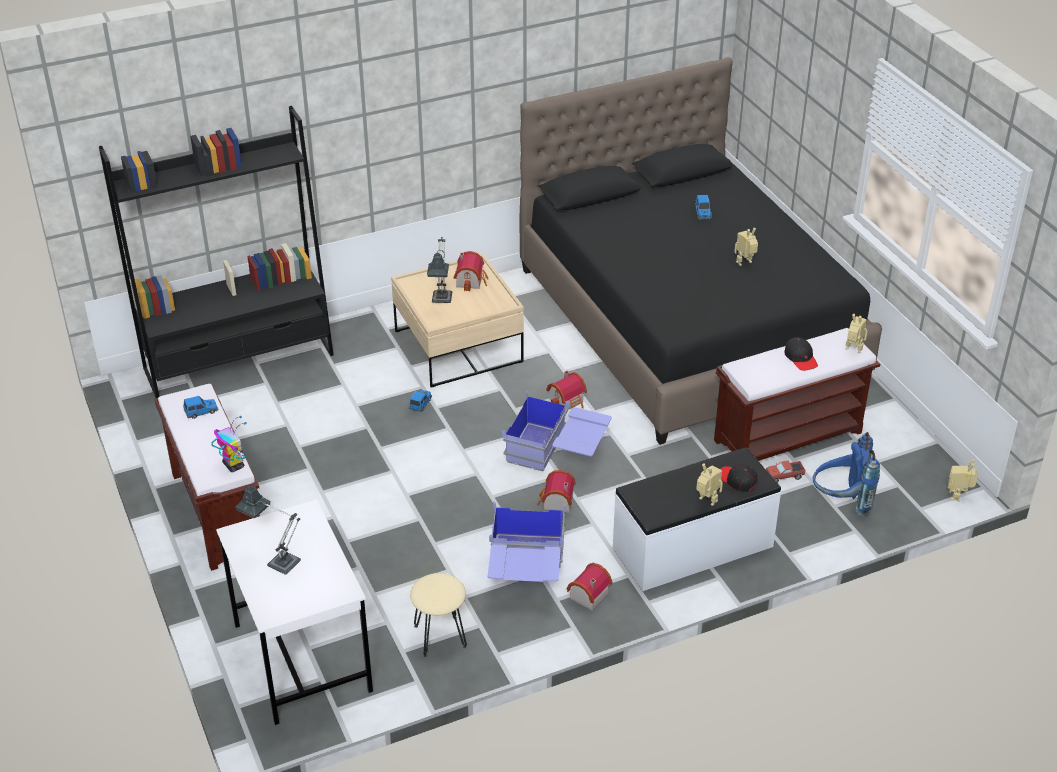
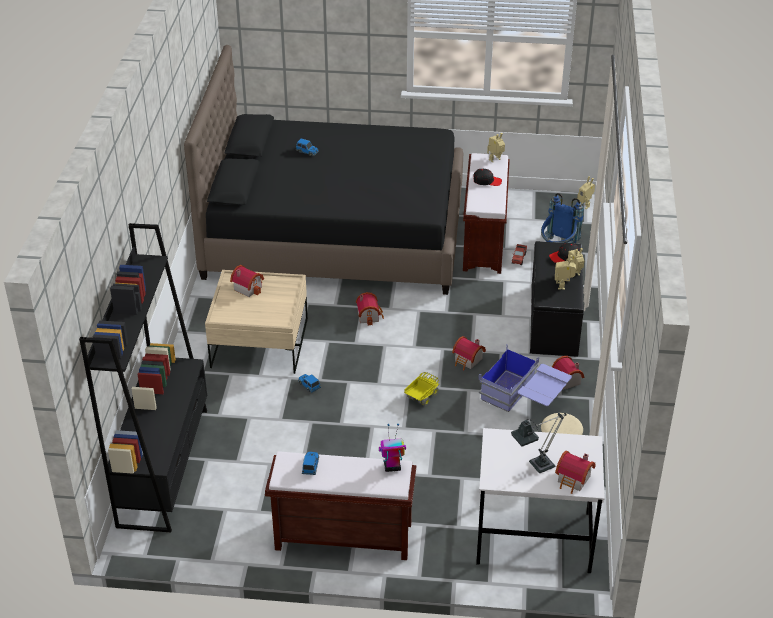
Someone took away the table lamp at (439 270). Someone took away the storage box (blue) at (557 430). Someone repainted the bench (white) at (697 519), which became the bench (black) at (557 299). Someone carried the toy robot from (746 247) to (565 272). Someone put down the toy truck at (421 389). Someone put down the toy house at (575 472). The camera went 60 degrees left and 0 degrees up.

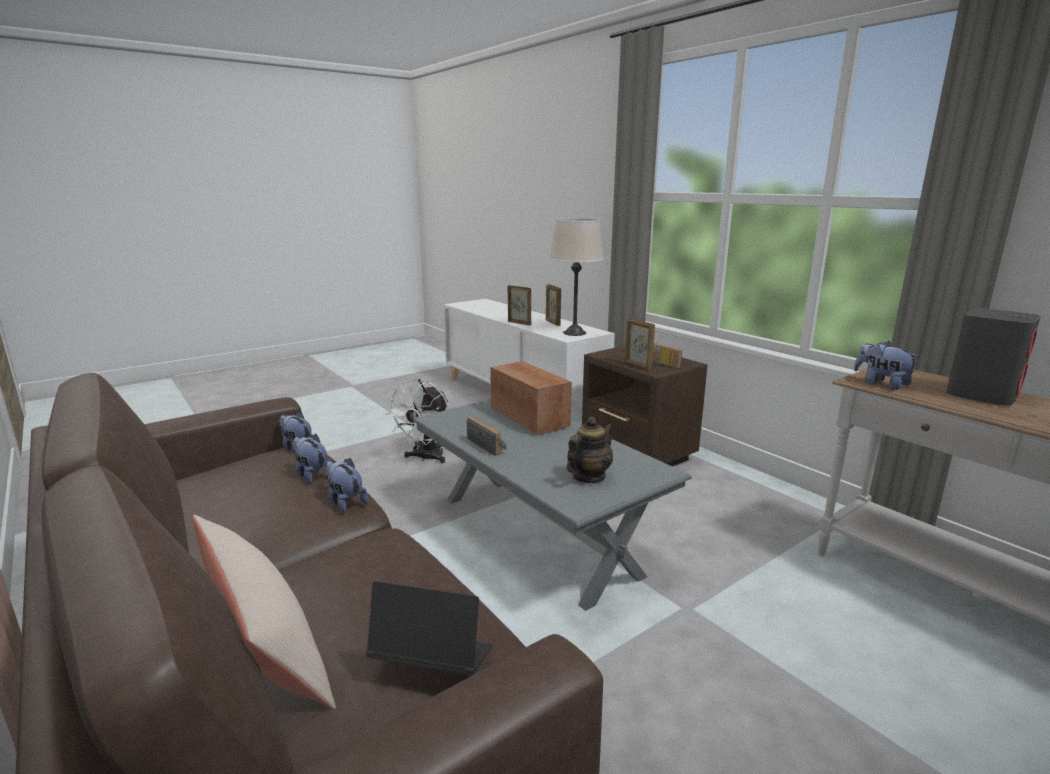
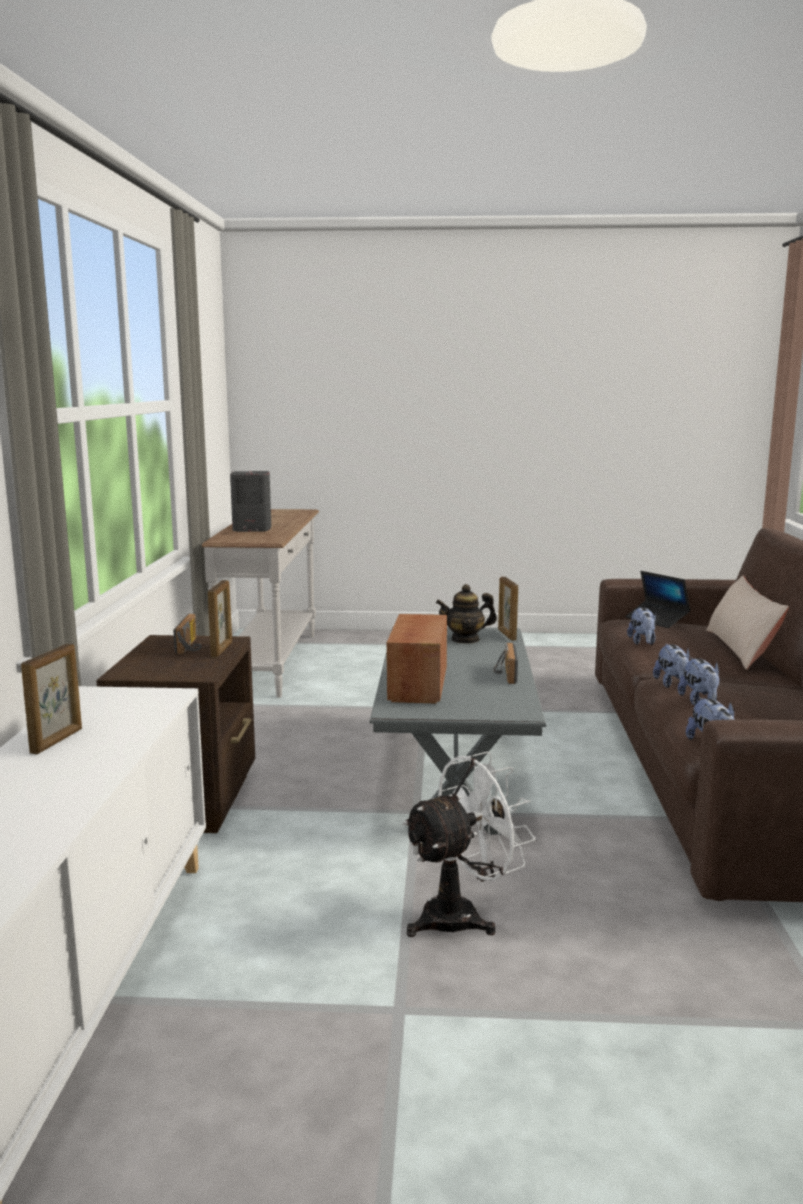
Someone carried the picture frame from (519 305) to (508 609). Someone took away the table lamp (beige) at (577 277). Someone carried the plush toy from (887 365) to (641 626). The camera went 140 degrees left and 5 degrees down.

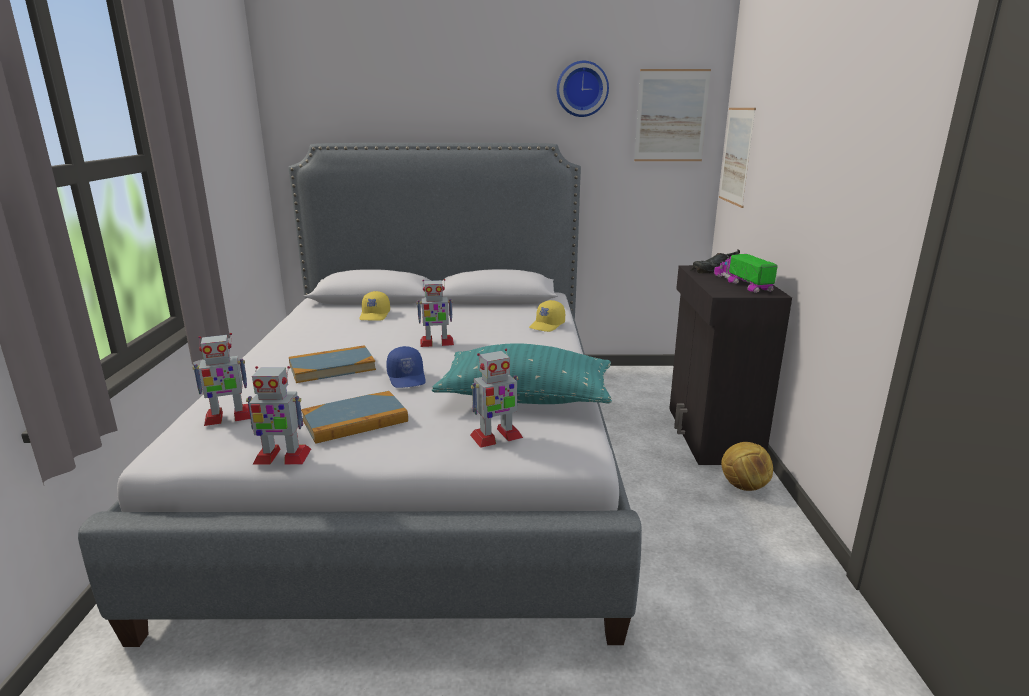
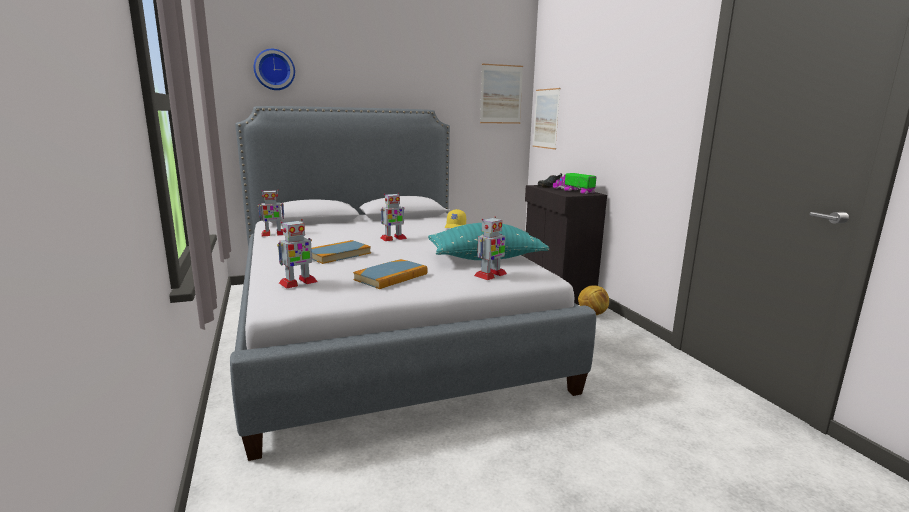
Someone carried the toy robot from (278 415) to (271 212). Someone took away the cap (yellow) at (375 306). Someone took away the cap (blue) at (406 367). Someone carried the wall clock from (583 89) to (274 69). The camera went 20 degrees left and 5 degrees down.

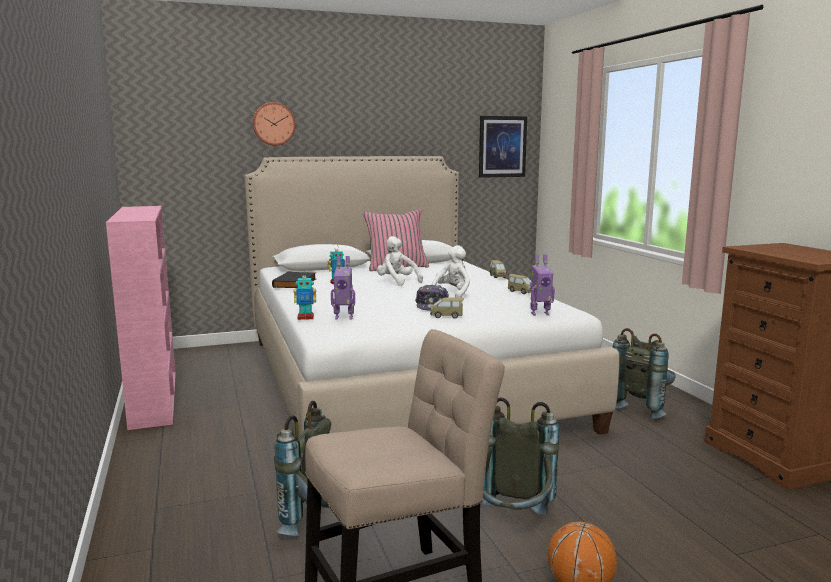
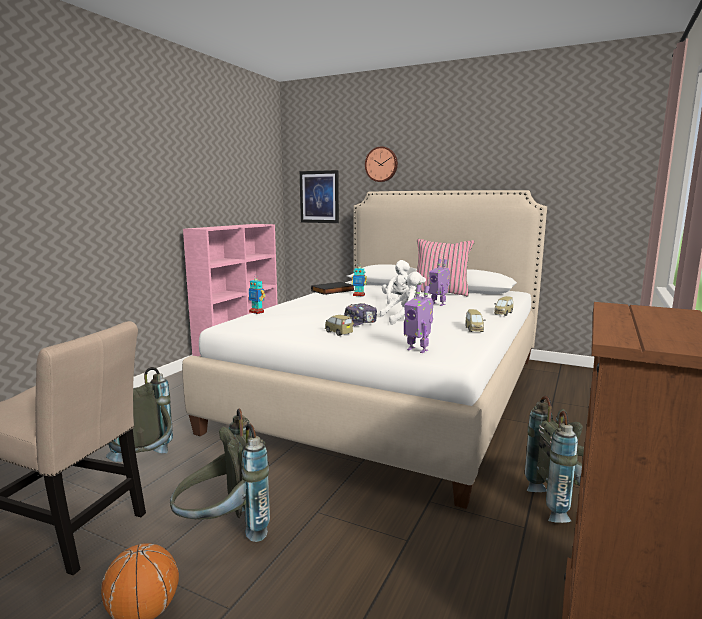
Someone carried the toy robot from (343 287) to (439 282). Someone carried the picture from (503 147) to (319 196). The camera went 45 degrees right and 0 degrees up.

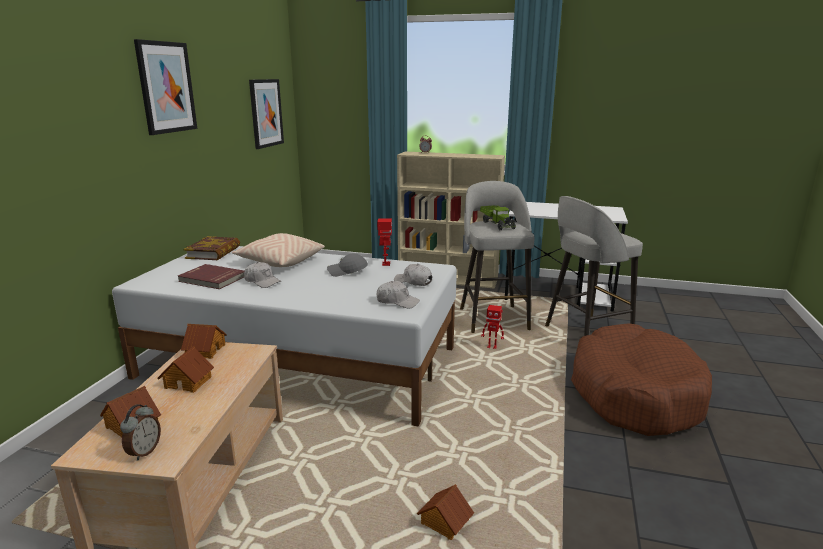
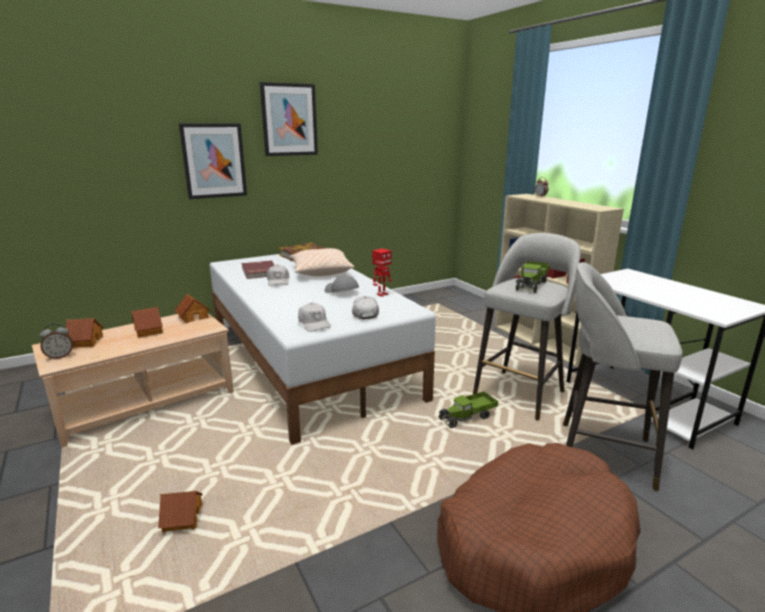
Someone carried the picture from (266 114) to (213 161). Someone swapped the toy robot at (492 327) for the toy truck at (468 409). The camera went 45 degrees right and 0 degrees up.

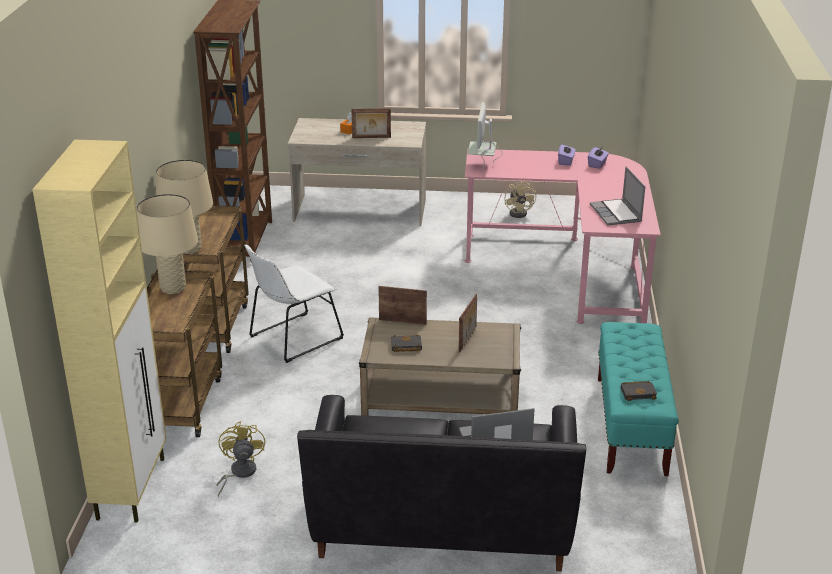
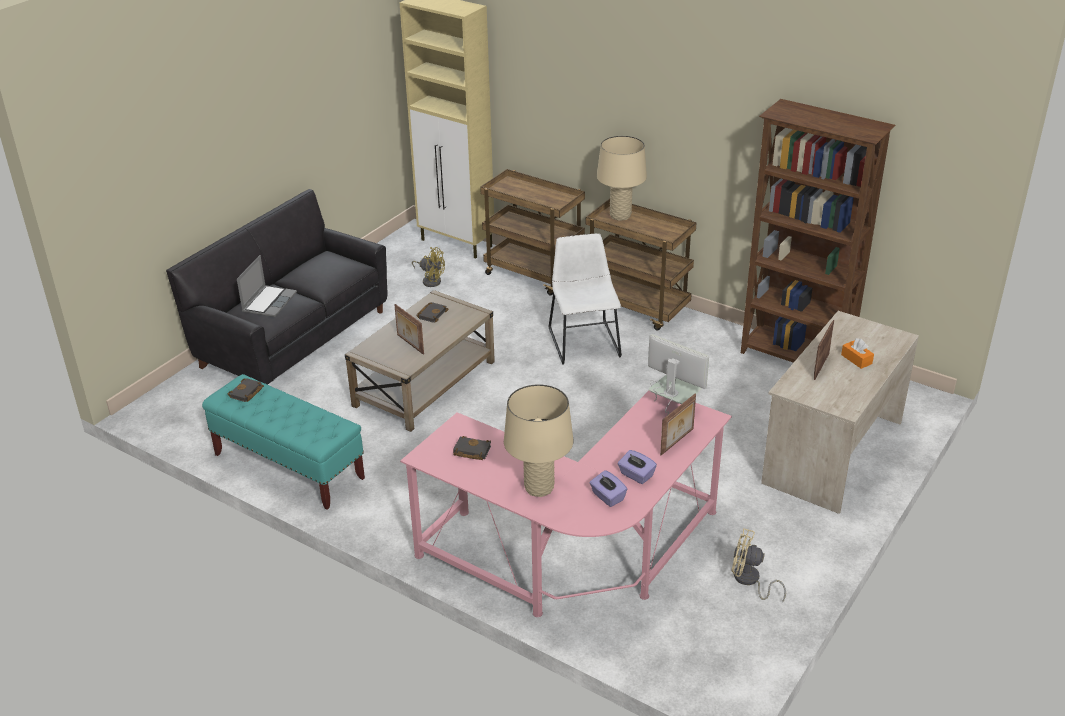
Someone carried the table lamp (beige) from (167 244) to (538 440). Someone carried the picture frame from (402 305) to (678 424). Someone swapped the laptop at (617 196) for the book (black) at (472 448). The camera went 120 degrees right and 5 degrees up.

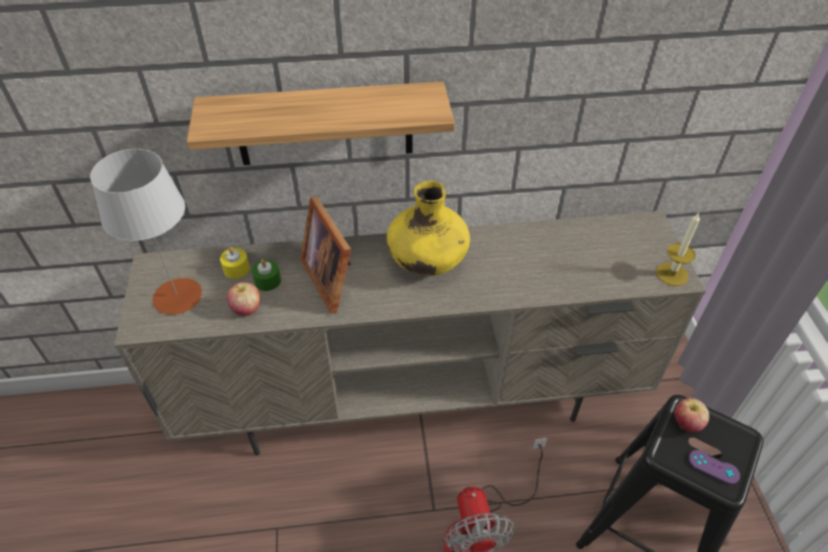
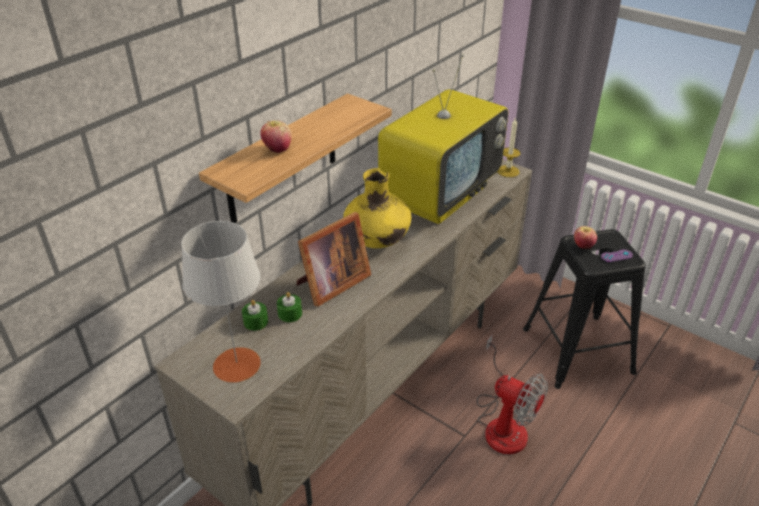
Someone repainted the candle (yellow) at (235 263), which became the candle (green) at (255 315). Someone carried the apple from (243 299) to (276 136). Someone rotated the picture frame at (325 255) by 60 degrees counterclockwise. Someone put down the television at (443 139). The camera went 45 degrees left and 10 degrees down.

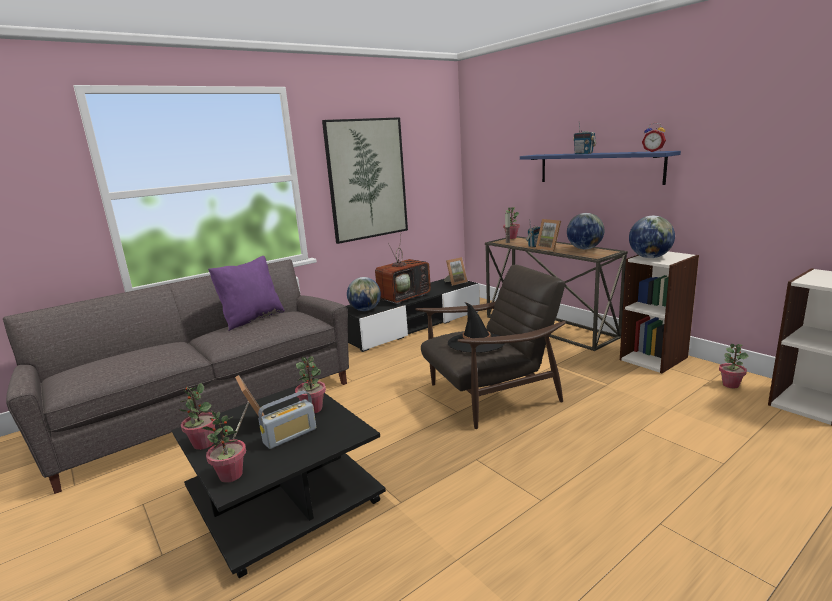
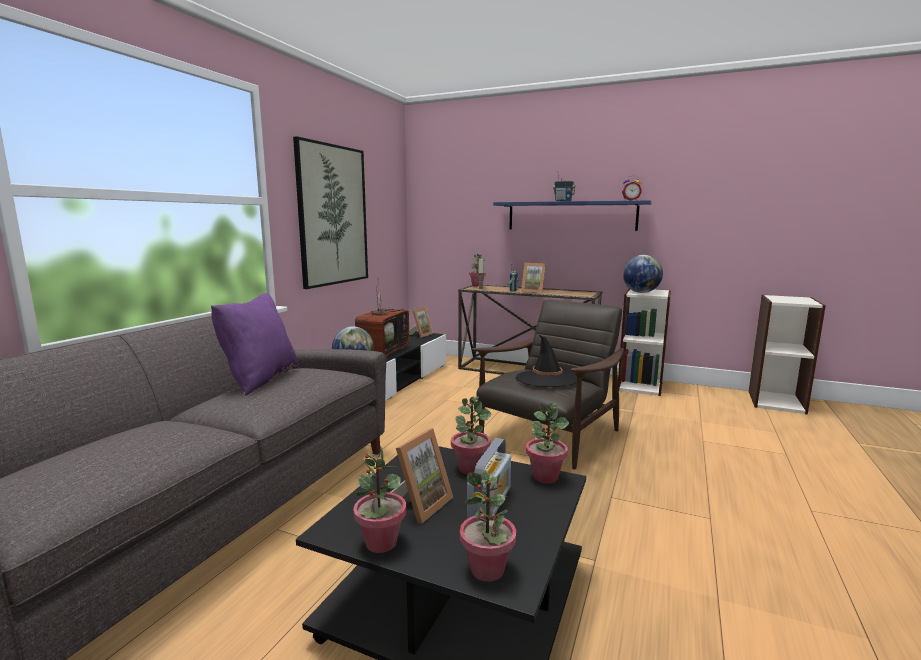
Someone rotated the picture frame at (248 407) by 90 degrees clockwise. Someone took away the globe at (585 231). Someone carried the potted plant from (734 366) to (547 443). The camera went 30 degrees left and 5 degrees down.

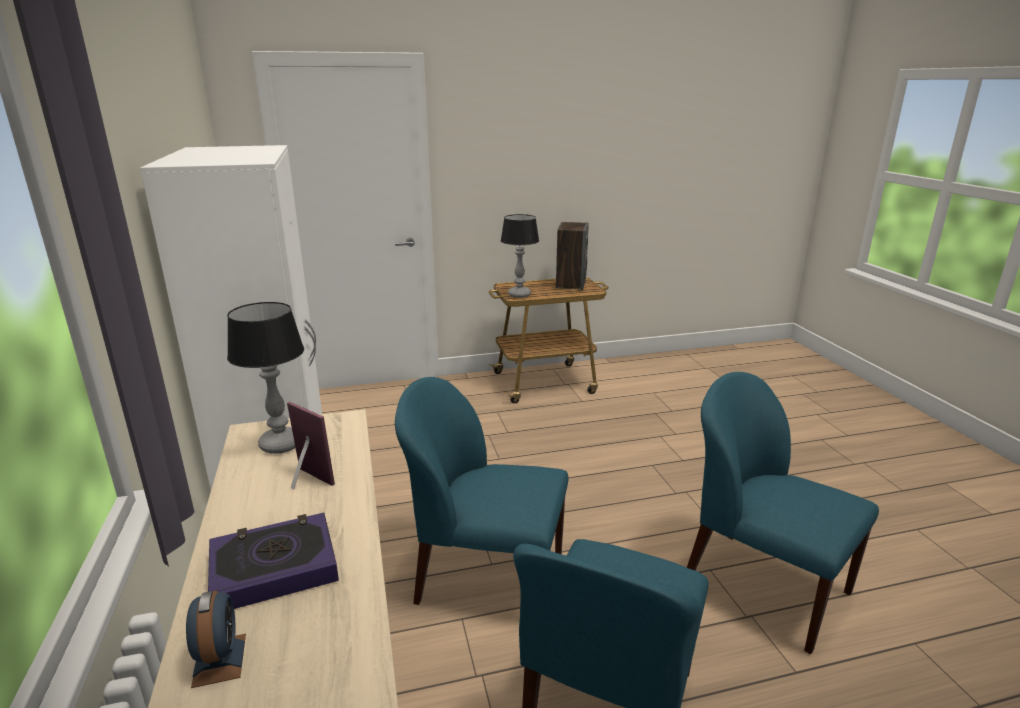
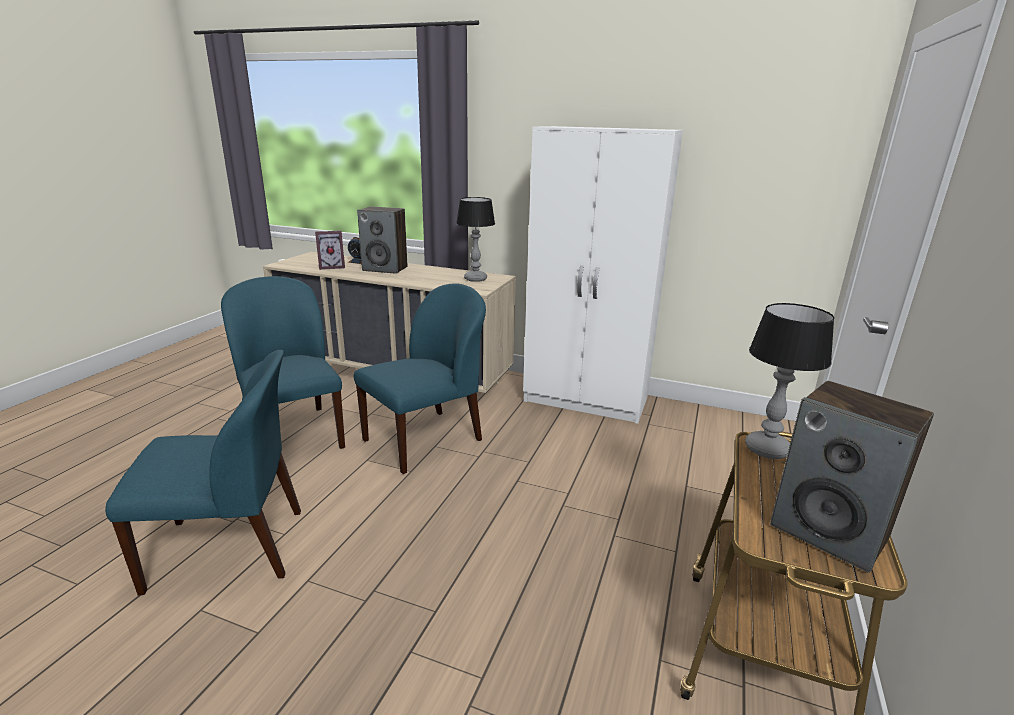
Someone swapped the book at (273 561) for the speaker at (382 240). Someone carried the picture frame from (311 445) to (330 250). The camera went 125 degrees right and 0 degrees up.

